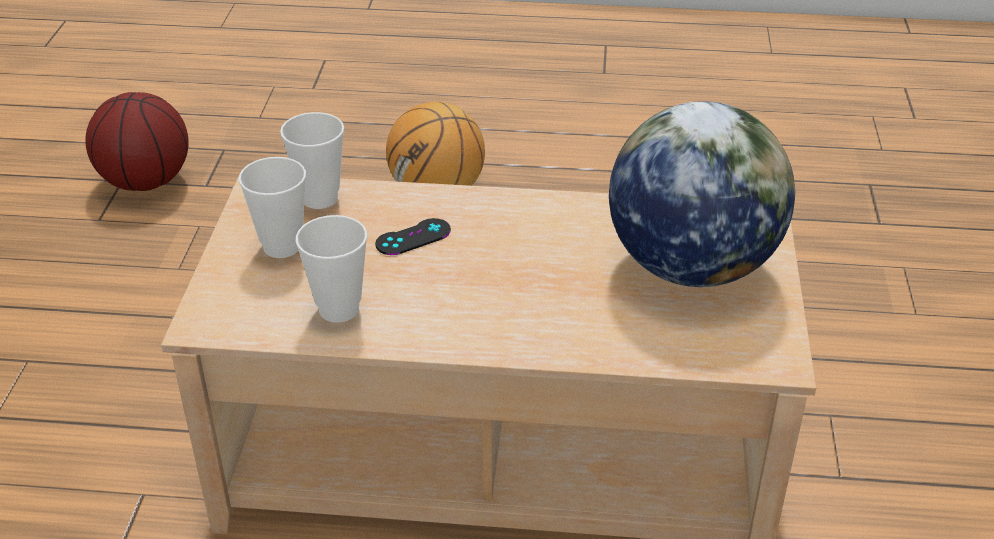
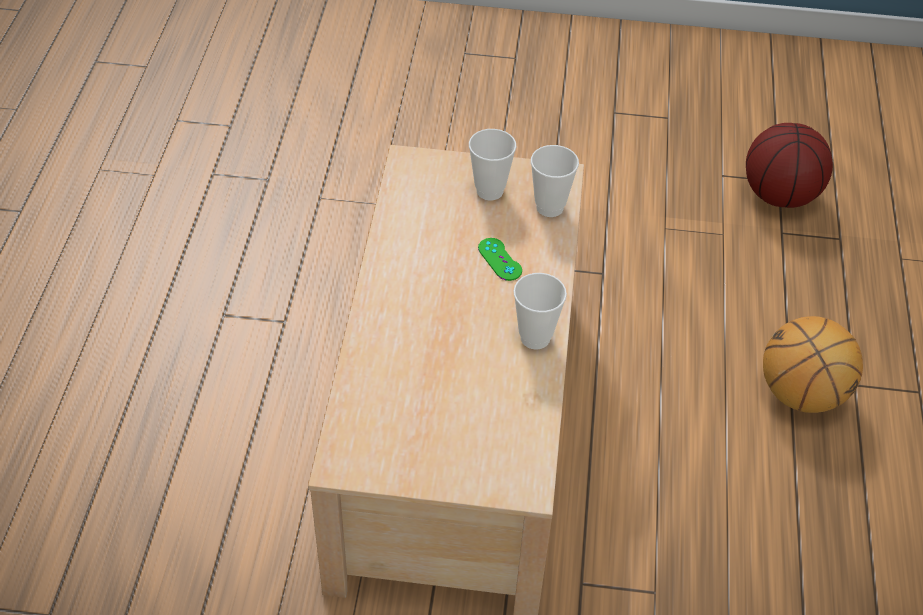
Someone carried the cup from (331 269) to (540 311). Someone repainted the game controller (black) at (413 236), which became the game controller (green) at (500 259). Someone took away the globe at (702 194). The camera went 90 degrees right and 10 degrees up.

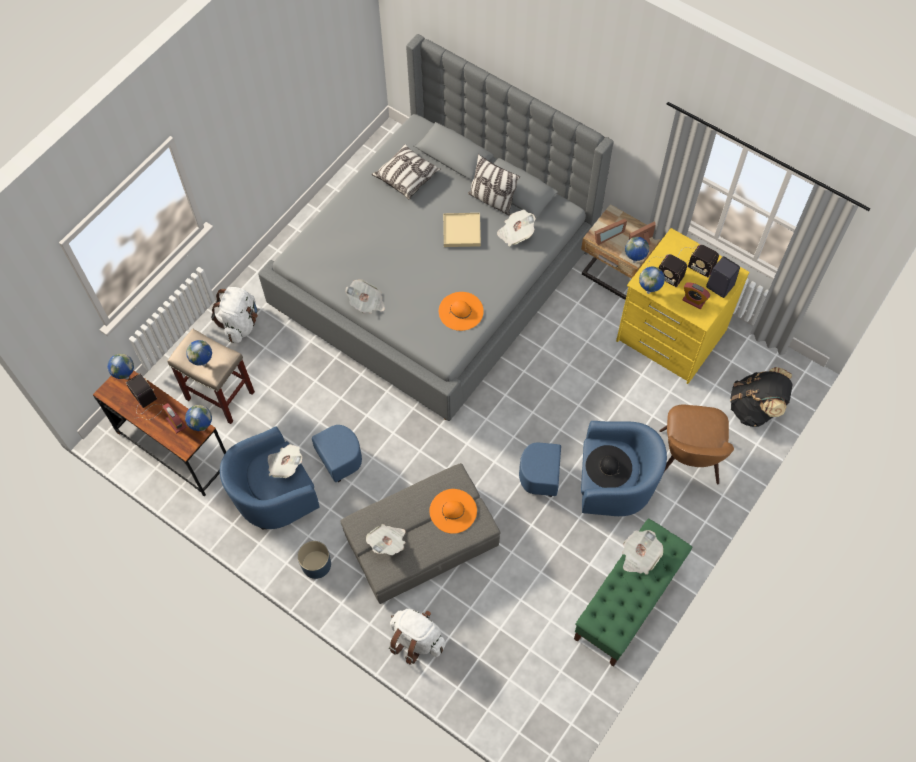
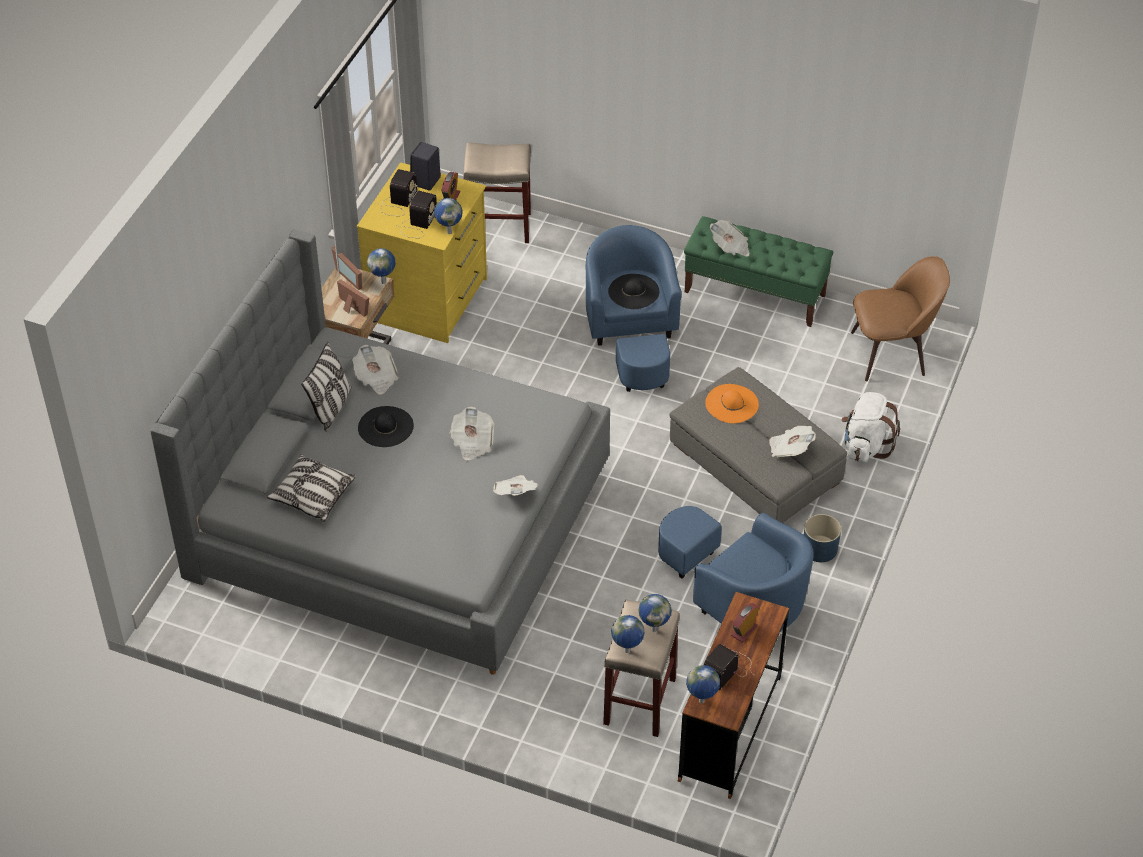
Someone carried the globe from (198 418) to (627 634). Someone took away the backpack (white) at (234 315). Someone carried the newspaper from (285 461) to (471 433). Someone took away the hat (orange) at (461 311). Someone swapped the tray (beige) at (462 230) for the hat (black) at (386 426). Someone carried the chair (brown) from (696 444) to (900 318). Someone swapped the backpack (black) at (761 397) for the stool (beige) at (497 192). The camera went 105 degrees left and 15 degrees down.

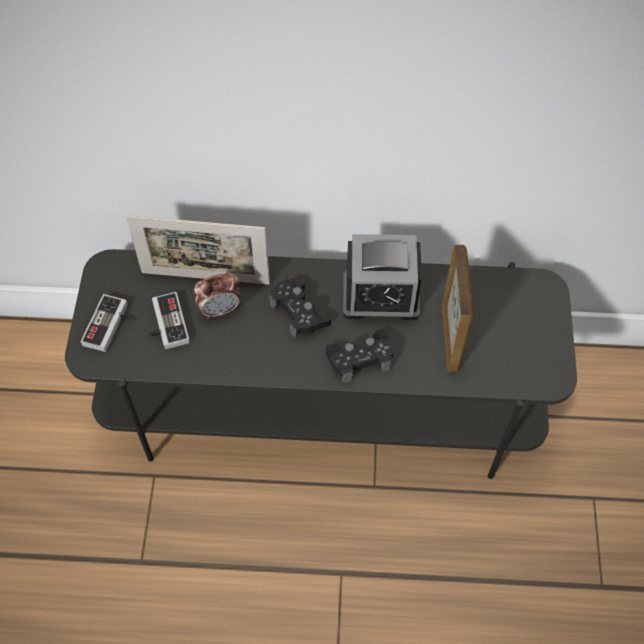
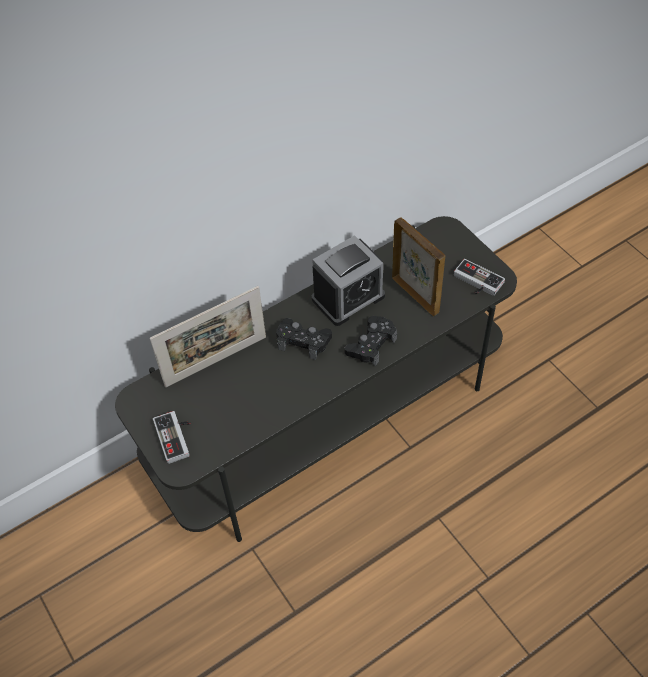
Someone carried the game controller from (169 320) to (479 277). Someone took away the alarm clock at (217 296). The camera went 35 degrees left and 5 degrees down.

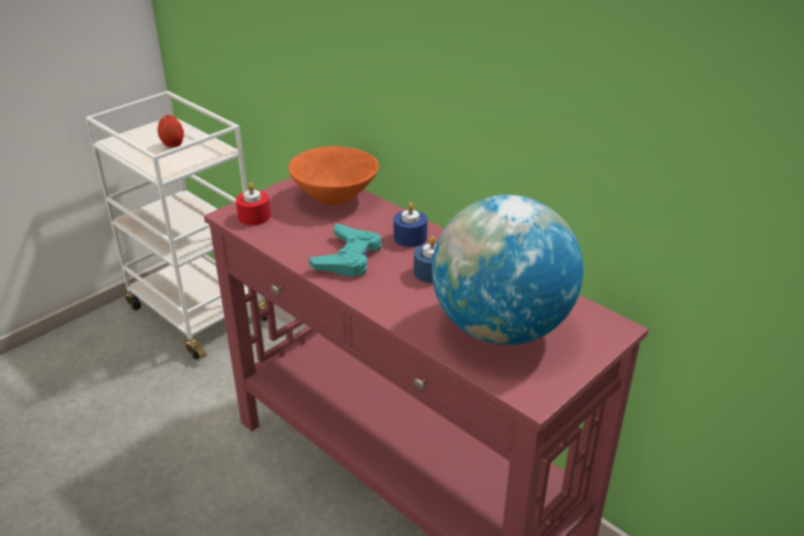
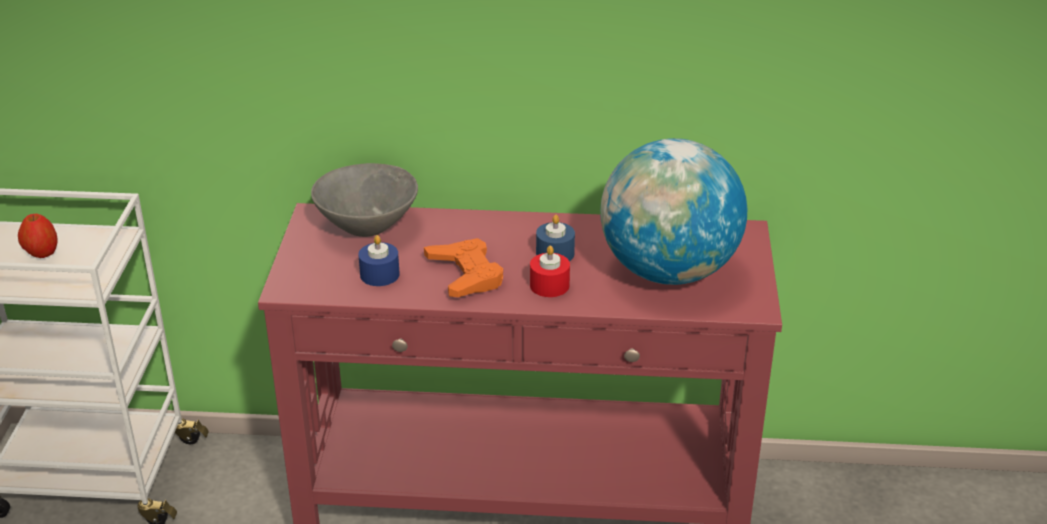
Someone carried the candle (red) from (253 203) to (550 271). Someone repainted the bowl (orange) at (333 175), which became the bowl (grey) at (364 200). Someone repainted the game controller (turquoise) at (345 250), which became the game controller (orange) at (463 267). Someone carried the candle (blue) from (410 225) to (379 260). The camera went 40 degrees left and 0 degrees up.

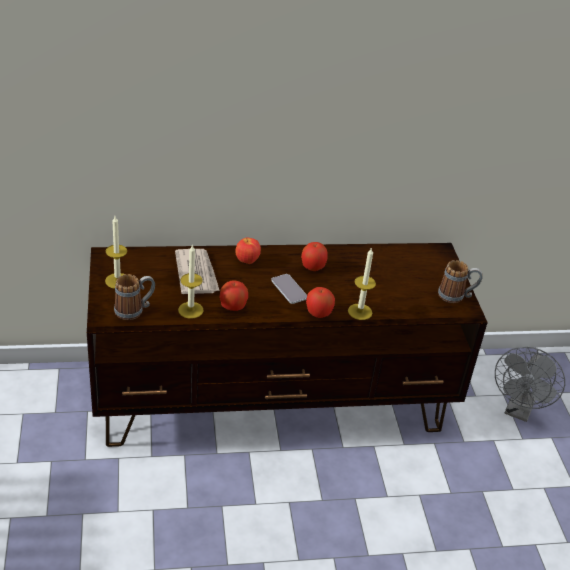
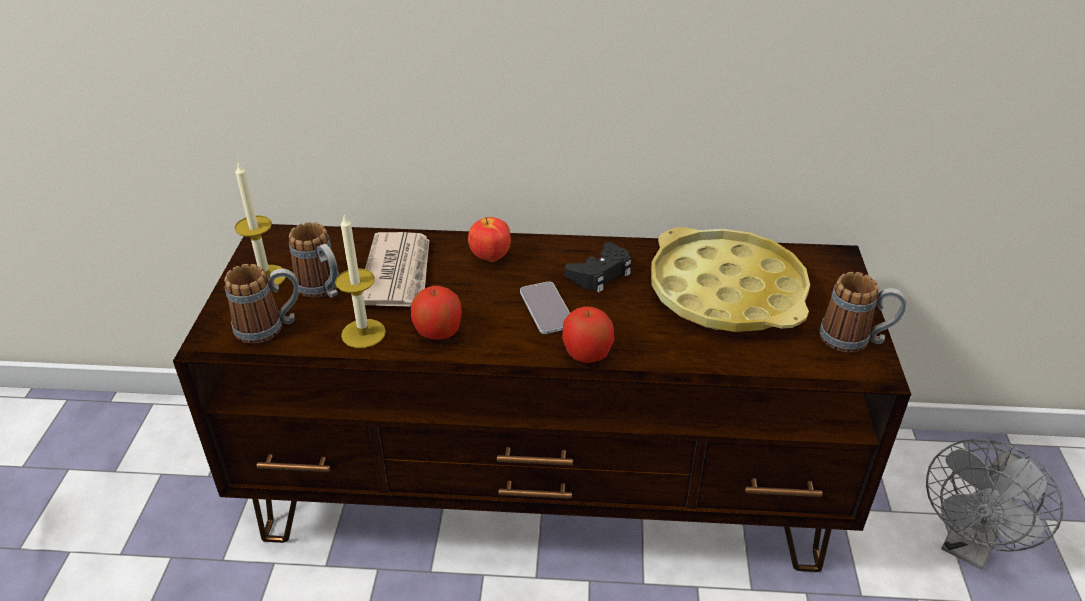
Someone swapped the apple at (314 256) for the game controller (black) at (598 267). Someone took away the candle at (362 283). Someone put down the mug at (314 260). Someone put down the tray (yellow) at (730 279). The camera went 15 degrees right and 0 degrees up.

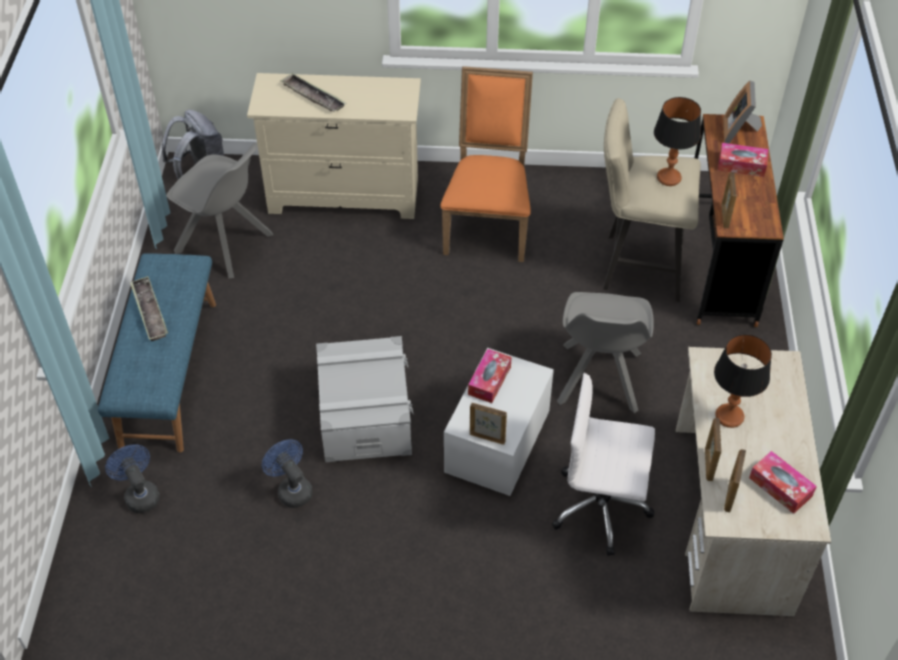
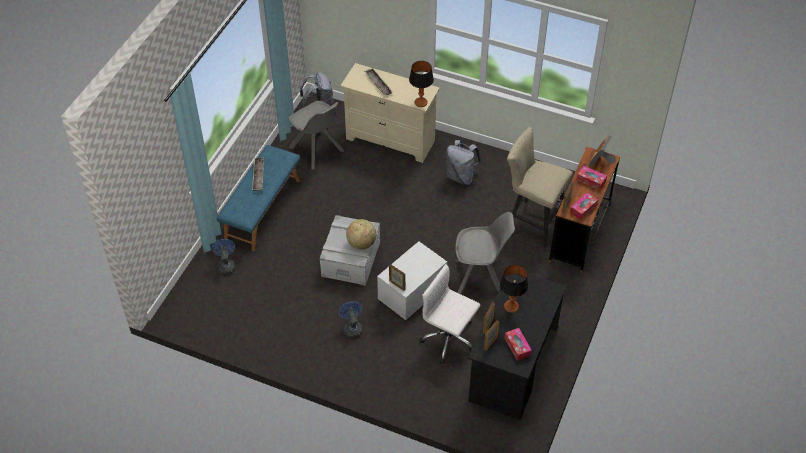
Someone carried the fan (blue) from (287 473) to (350 319). Someone swapped the chair (orange) at (486 164) for the backpack (grey) at (463 162). Someone carried the tissue box from (490 376) to (584 206). Someone rotated the chair (grey) at (605 353) by 120 degrees counterclockwise. Someone carried the table lamp from (677 141) to (421 84). Someone repainted the desk (beige) at (753 481), which became the desk (black) at (517 346). Someone put down the globe at (361 234). The camera went 20 degrees right and 0 degrees up.

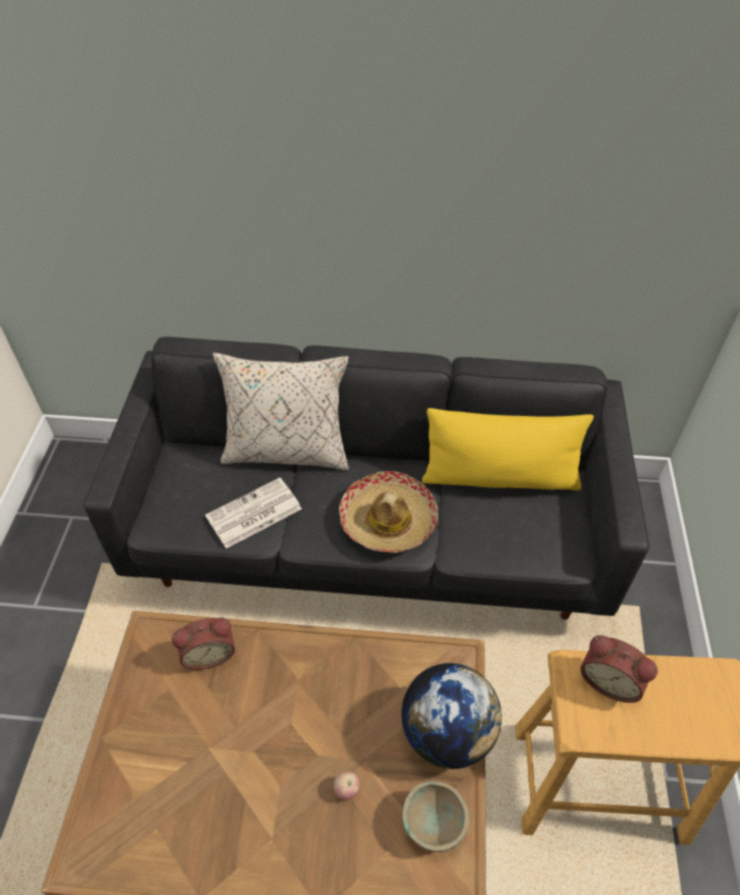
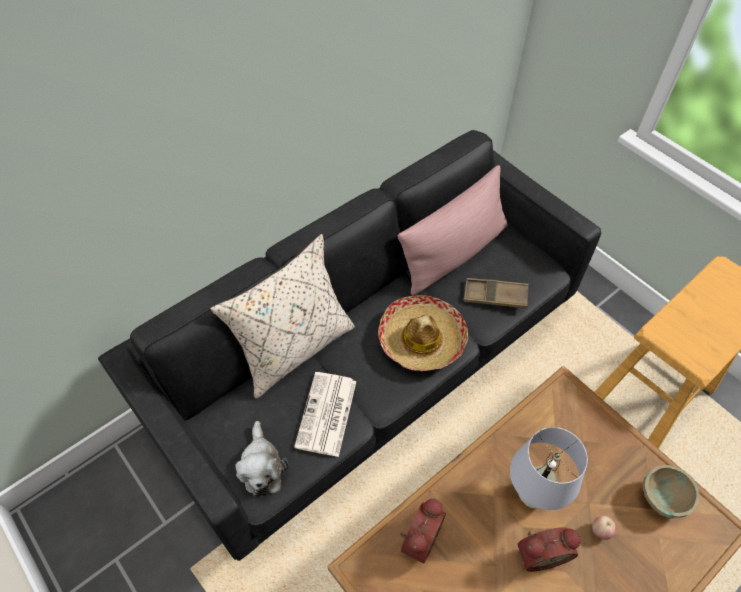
Someone took away the globe at (451 716). Someone repainted the pillow (yellow) at (508 449), which became the pillow (pink) at (452 230). Someone carried the alarm clock from (619 669) to (549 549). Someone put down the plush toy at (262 459). Someone put down the tray (brown) at (496 293). Someone put down the table lamp (white) at (549 468). The camera went 45 degrees left and 5 degrees up.

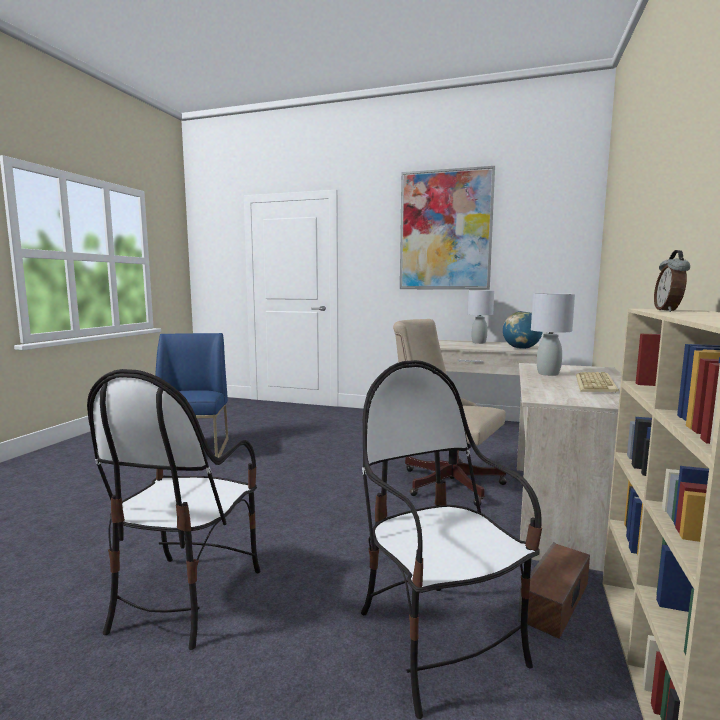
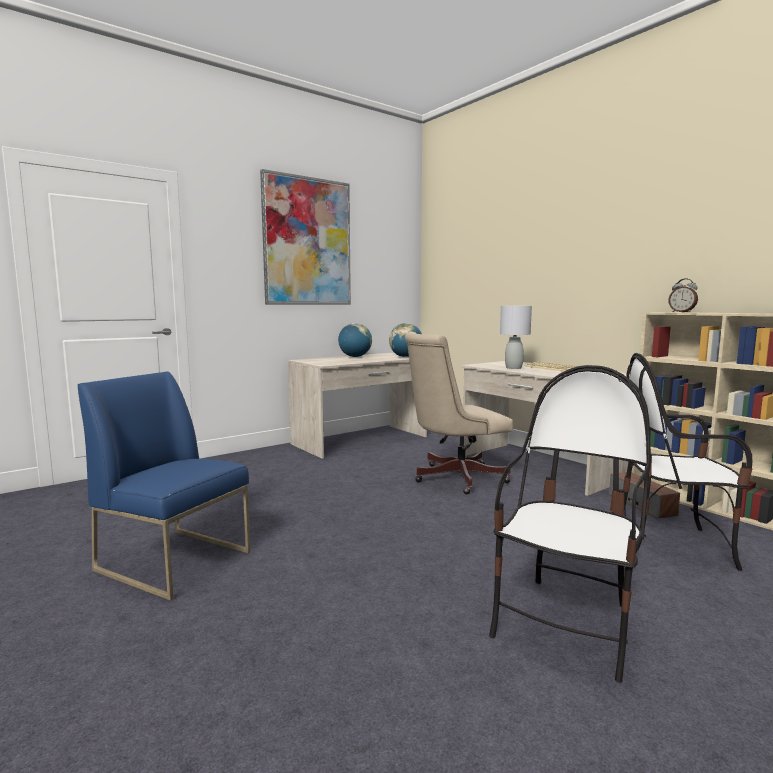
Someone rotated the chair at (174 509) by 105 degrees counterclockwise. Someone swapped the table lamp (grey) at (480 317) for the globe at (355 340). The camera went 55 degrees left and 0 degrees up.

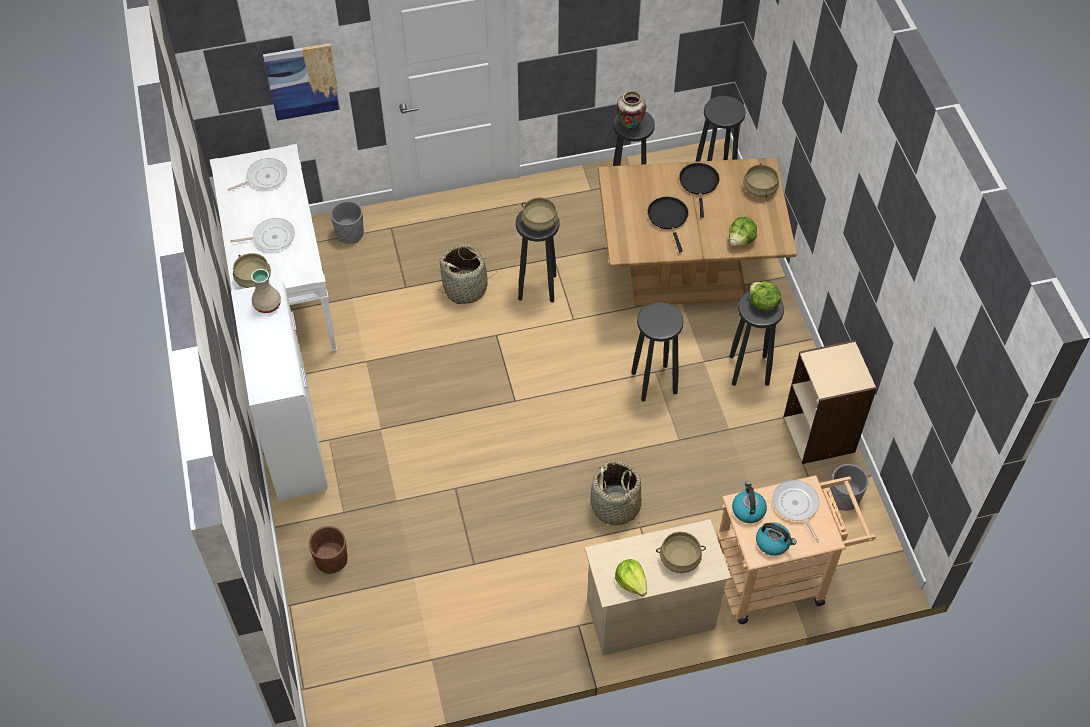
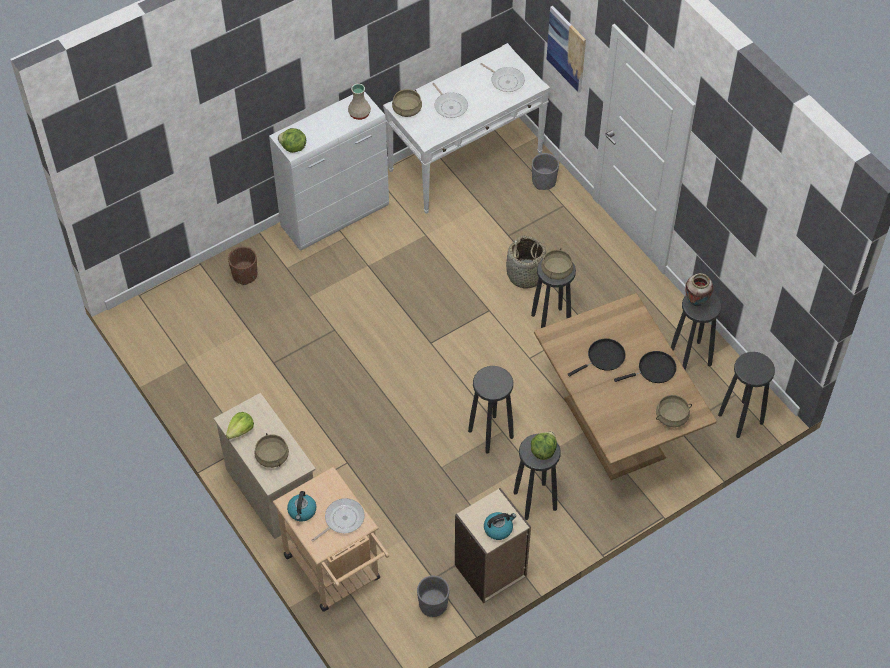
Someone took away the basket at (616 493). Someone carried the lettuce from (743 231) to (292 140). Someone carried the kettle from (749 502) to (500 526). The camera went 70 degrees right and 0 degrees up.

